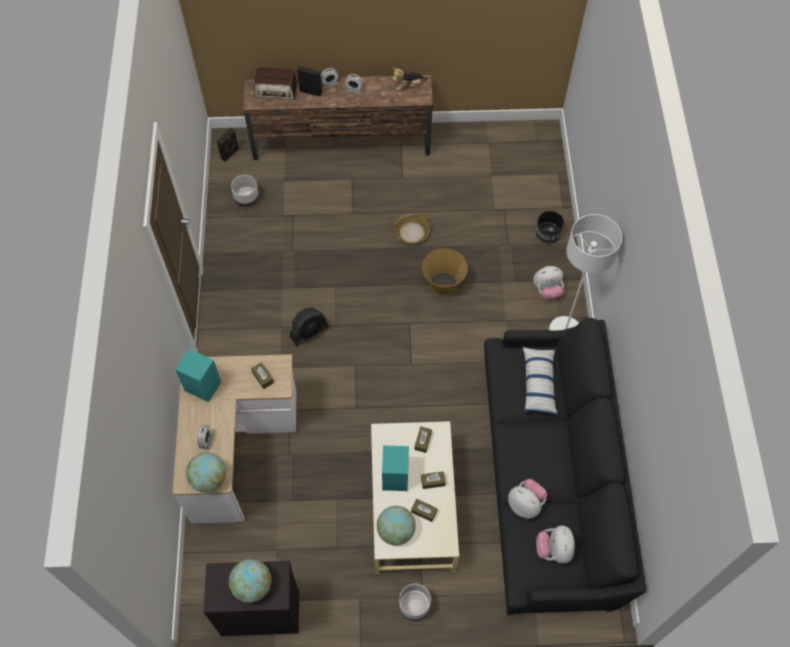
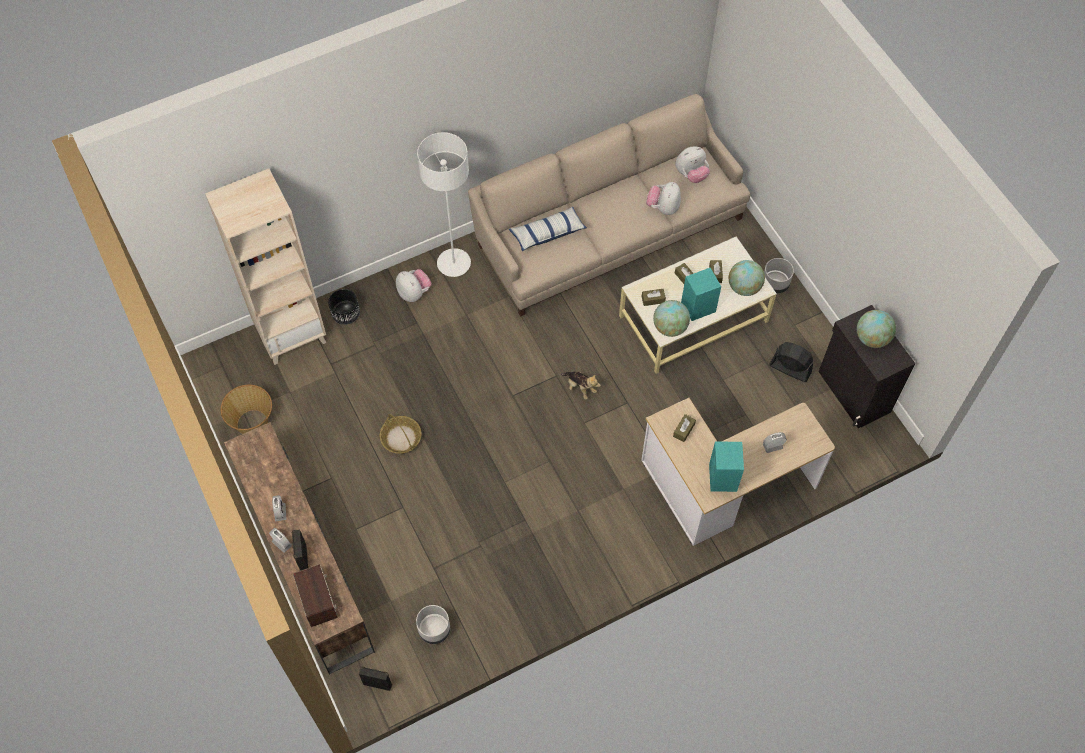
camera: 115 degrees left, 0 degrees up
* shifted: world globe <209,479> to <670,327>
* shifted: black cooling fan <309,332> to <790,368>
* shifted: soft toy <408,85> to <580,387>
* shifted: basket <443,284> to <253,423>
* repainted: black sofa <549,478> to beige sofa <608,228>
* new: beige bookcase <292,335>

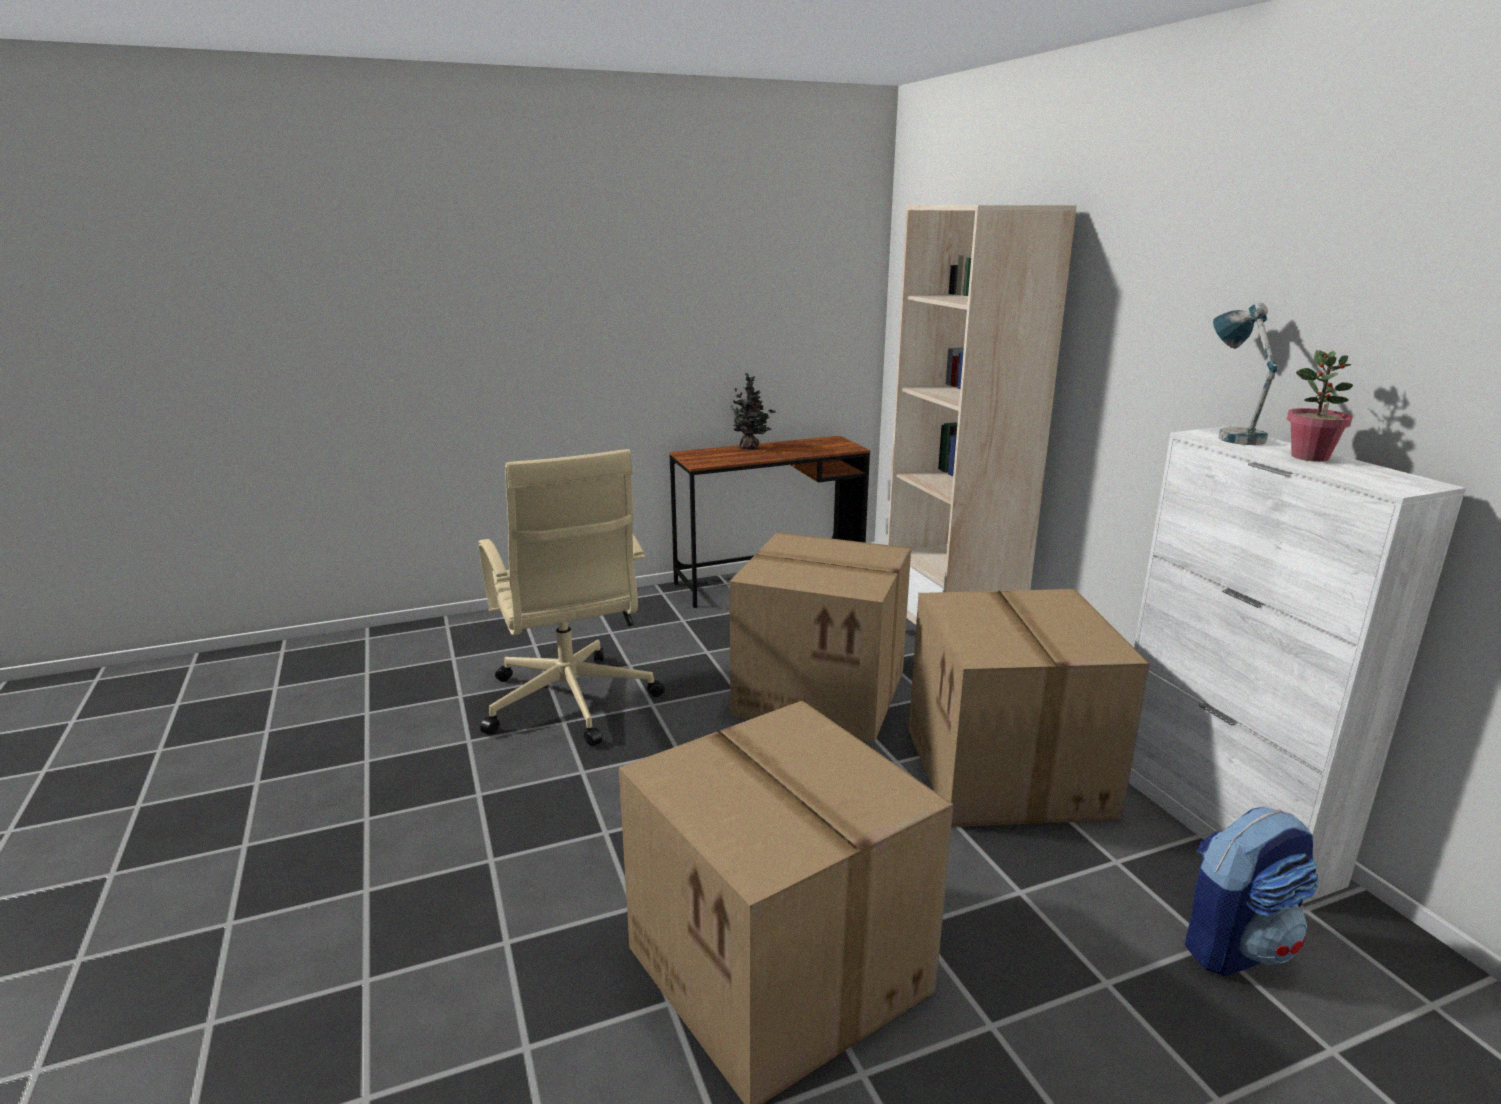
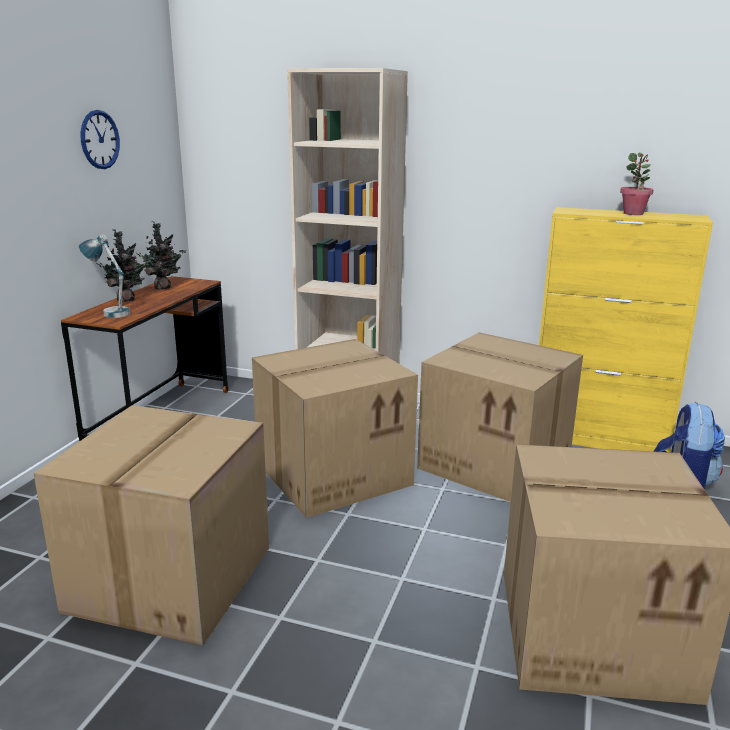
camera: 50 degrees left, 0 degrees up
* swapped: beige desk chair <570,704> to carton <172,580>
* repainted: whitish cabinet <1220,824> to yellow cabinet <598,439>
* shifted: table lamp <1231,435> to <110,312>
* new: wall clock <99,139>
* new: plant in a pot <164,287>

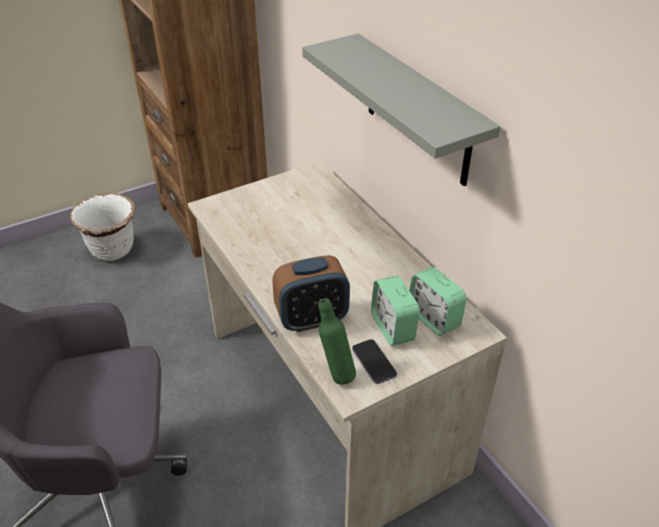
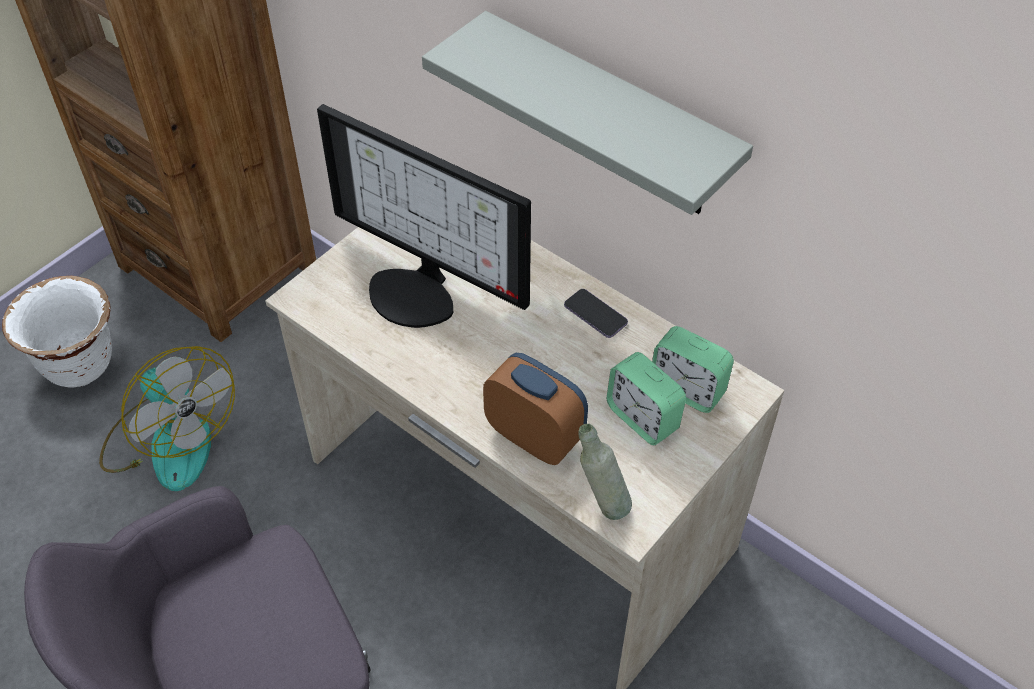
camera: 20 degrees left, 10 degrees up
* rotated: alarm clock <312,319> = <535,436> 105 degrees counterclockwise
* repainted: greenish bottle <336,373> to greyish bottle <601,504>
* shifted: phone <374,362> to <595,314>
* new: cooling fan <170,440>
* new: monitor <418,292>

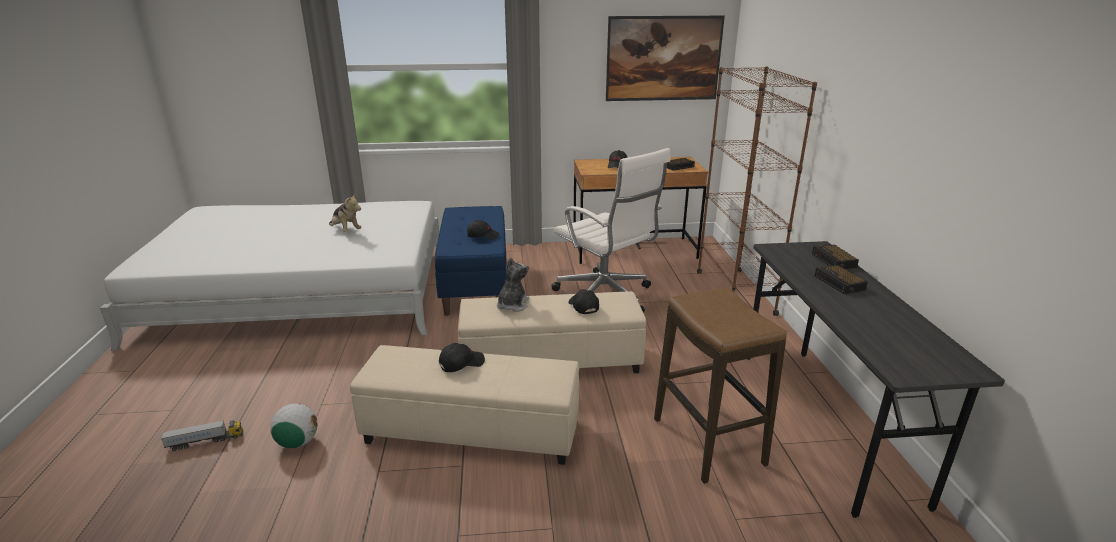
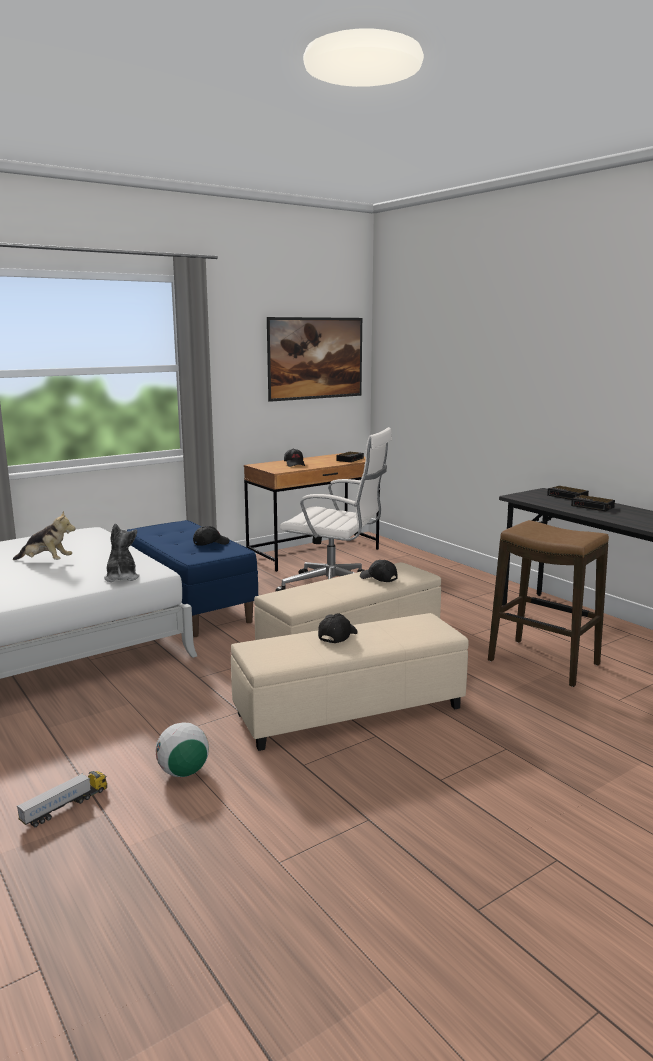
camera: 30 degrees left, 10 degrees down
* shifted: soft toy <512,305> to <121,577>
* gone: brown bookcase <734,292>

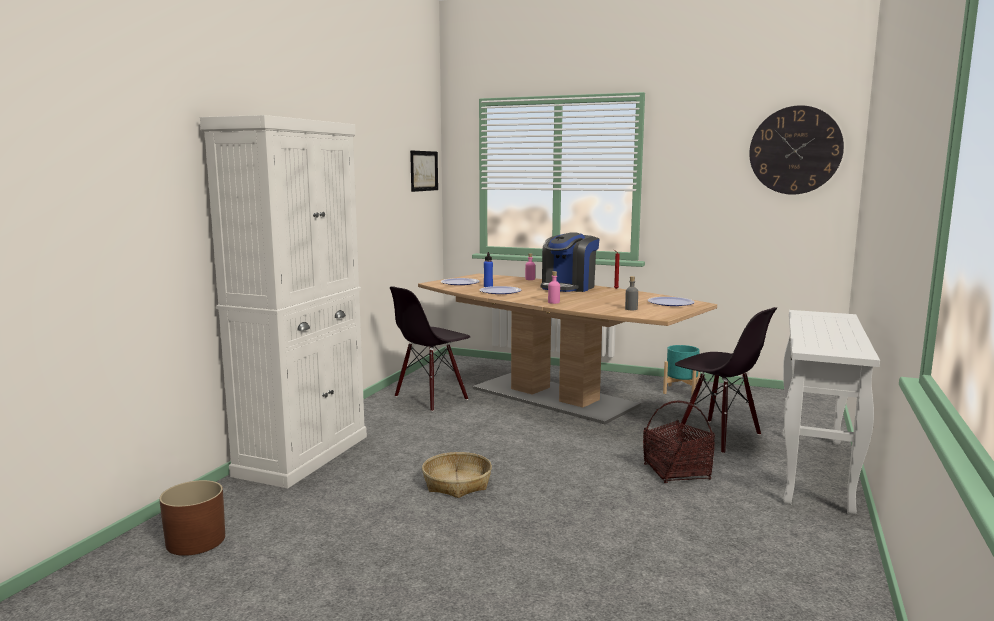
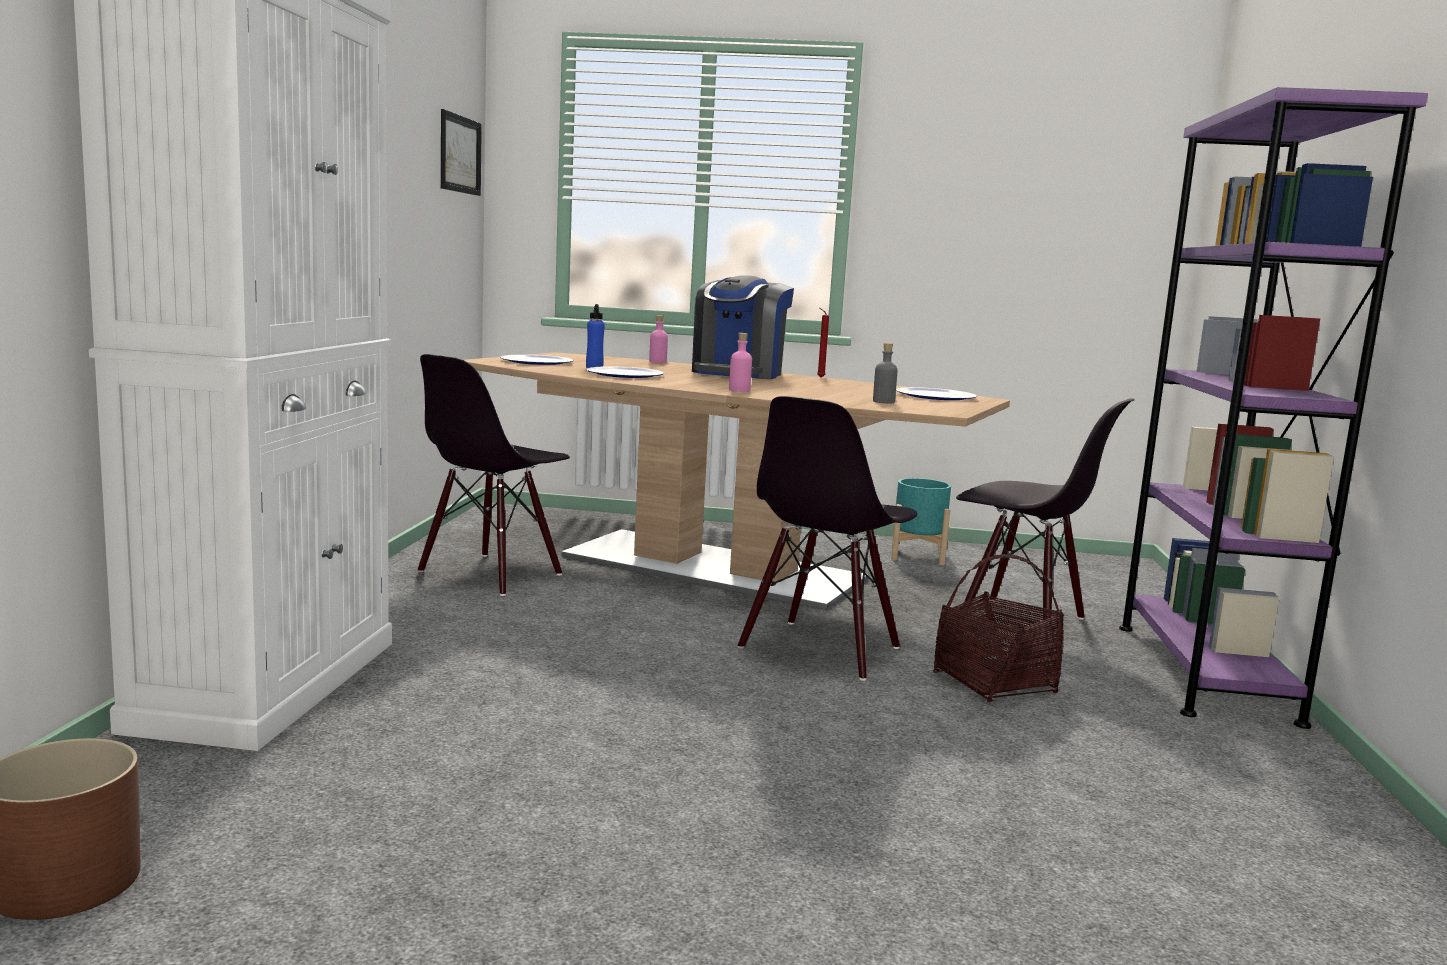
camera: 15 degrees left, 0 degrees up
* gone: basket <457,483>
* gone: wall clock <795,150>
* swapped: whitish console table <815,471> to purple bookcase <1204,672>
* new: black plain chair <821,649>

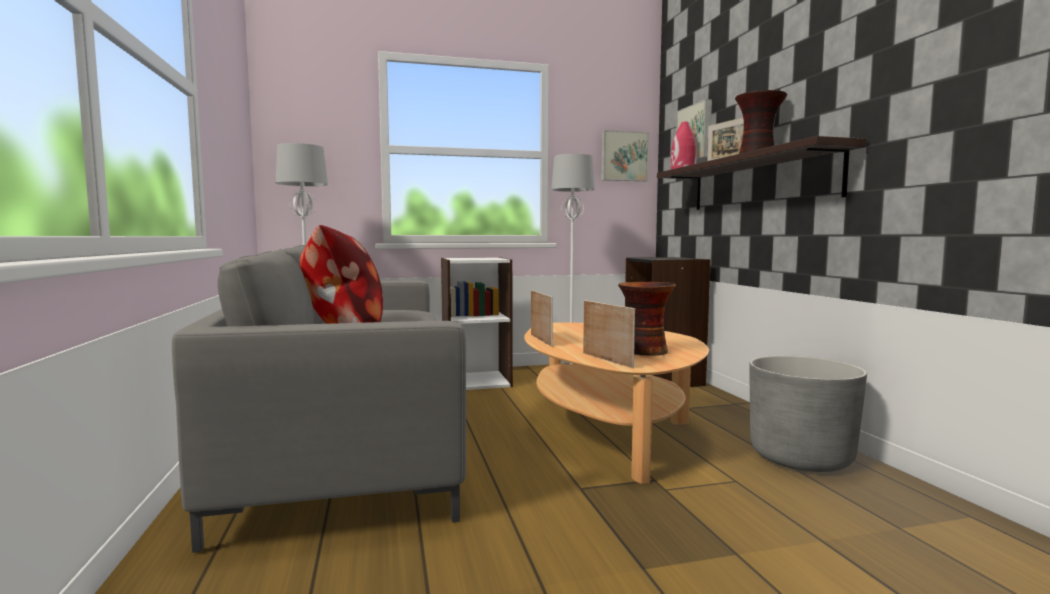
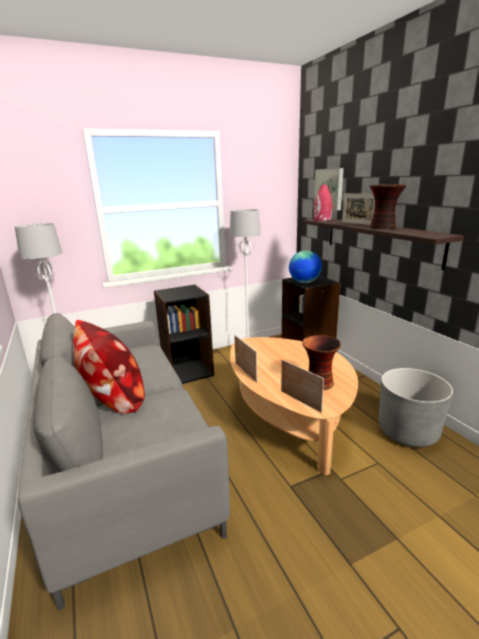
camera: 10 degrees left, 15 degrees up
* repainted: whitish bookcase <476,381> to black bookcase <187,371>
* gone: wall art <623,156>
* new: world globe <304,282>

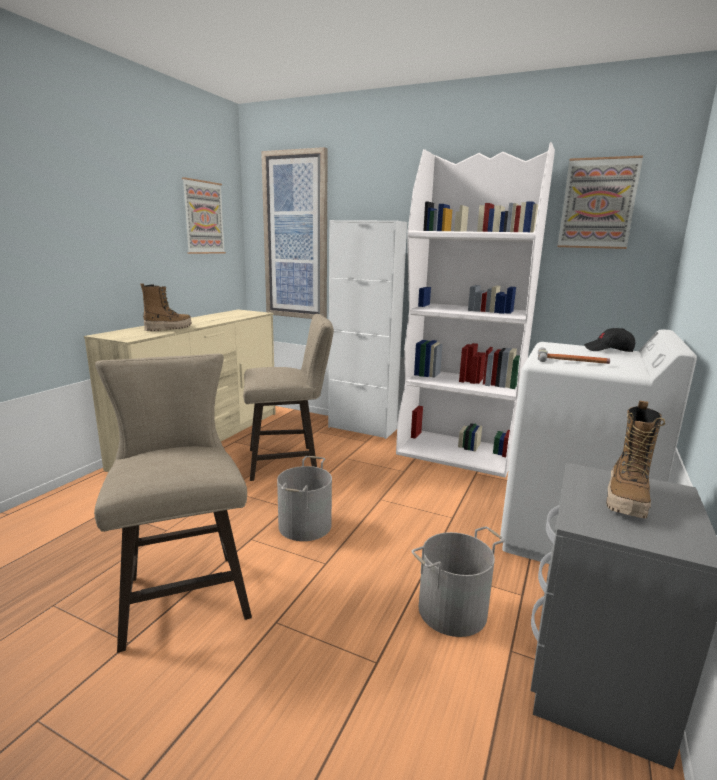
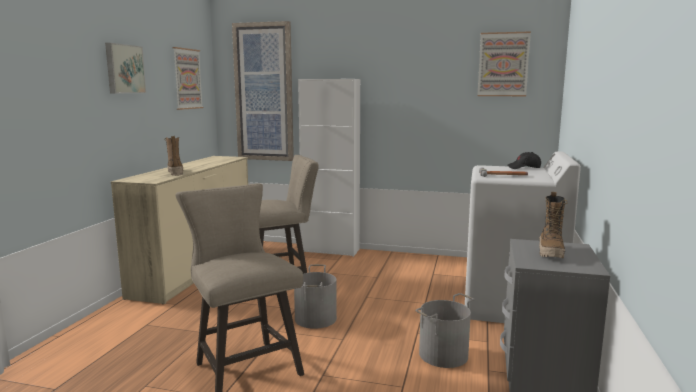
camera: 10 degrees left, 5 degrees down
* rotated: high-top boot <168,328> = <175,172> 60 degrees counterclockwise
* gone: whitish bookcase <457,453>
* new: wall art <124,69>

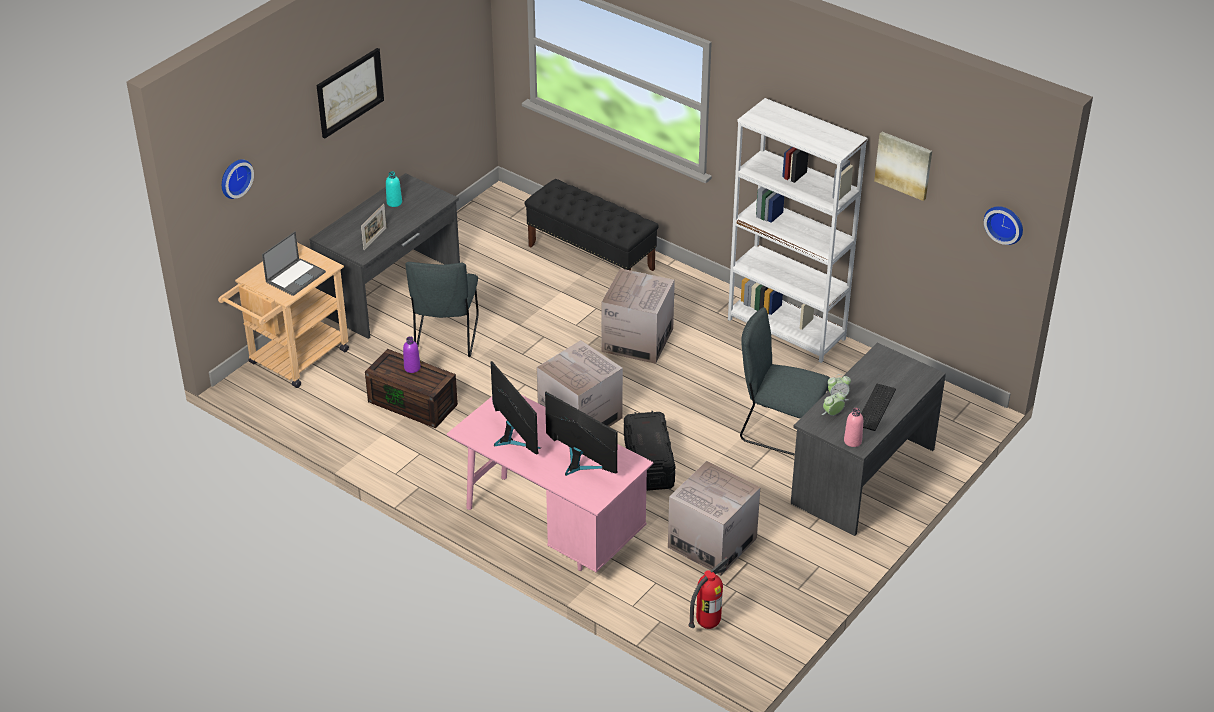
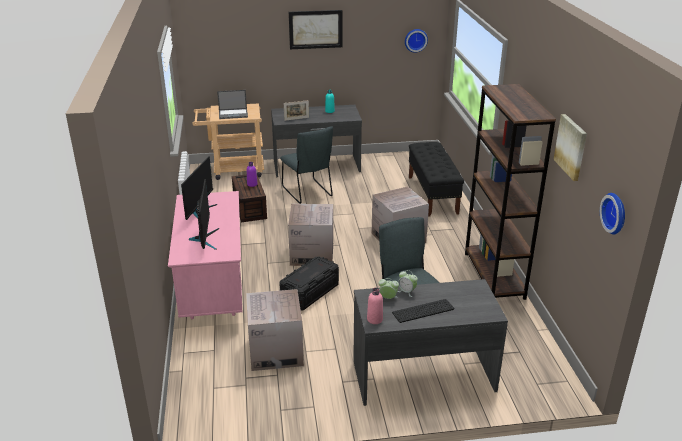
camera: 45 degrees right, 10 degrees down
* shifted: wall clock <234,177> to <415,40>
* rotated: greyish plain chair <446,338> = <308,192> 75 degrees counterclockwise
* gone: extinguisher <707,623>
* repainted: whitish bookcase <786,329> to brown bookcase <494,275>

